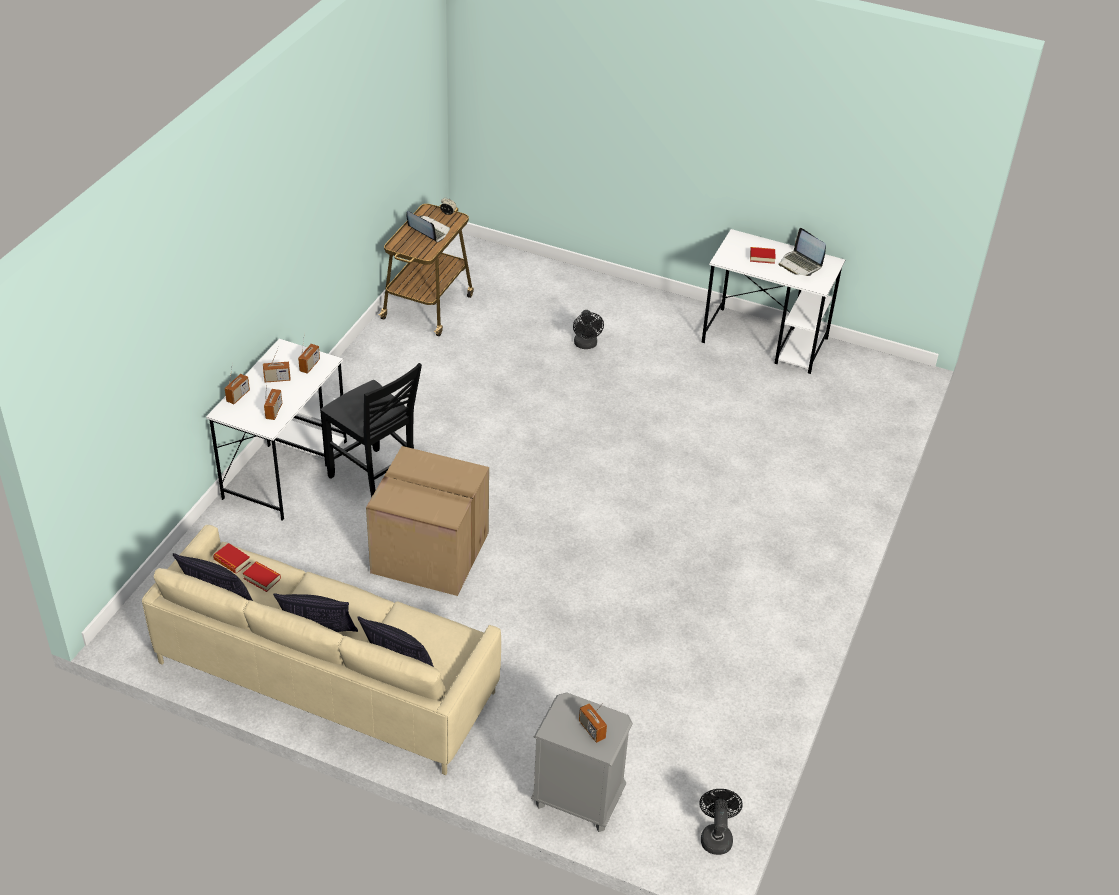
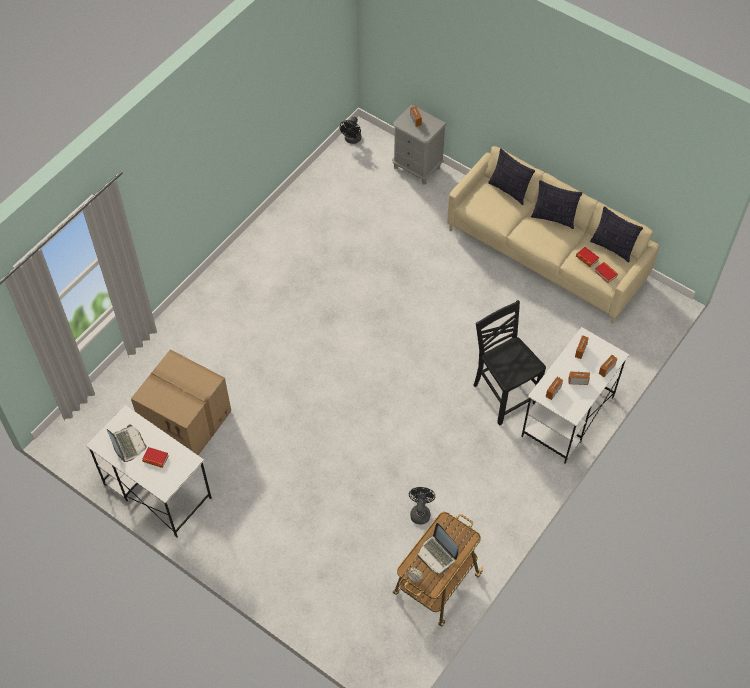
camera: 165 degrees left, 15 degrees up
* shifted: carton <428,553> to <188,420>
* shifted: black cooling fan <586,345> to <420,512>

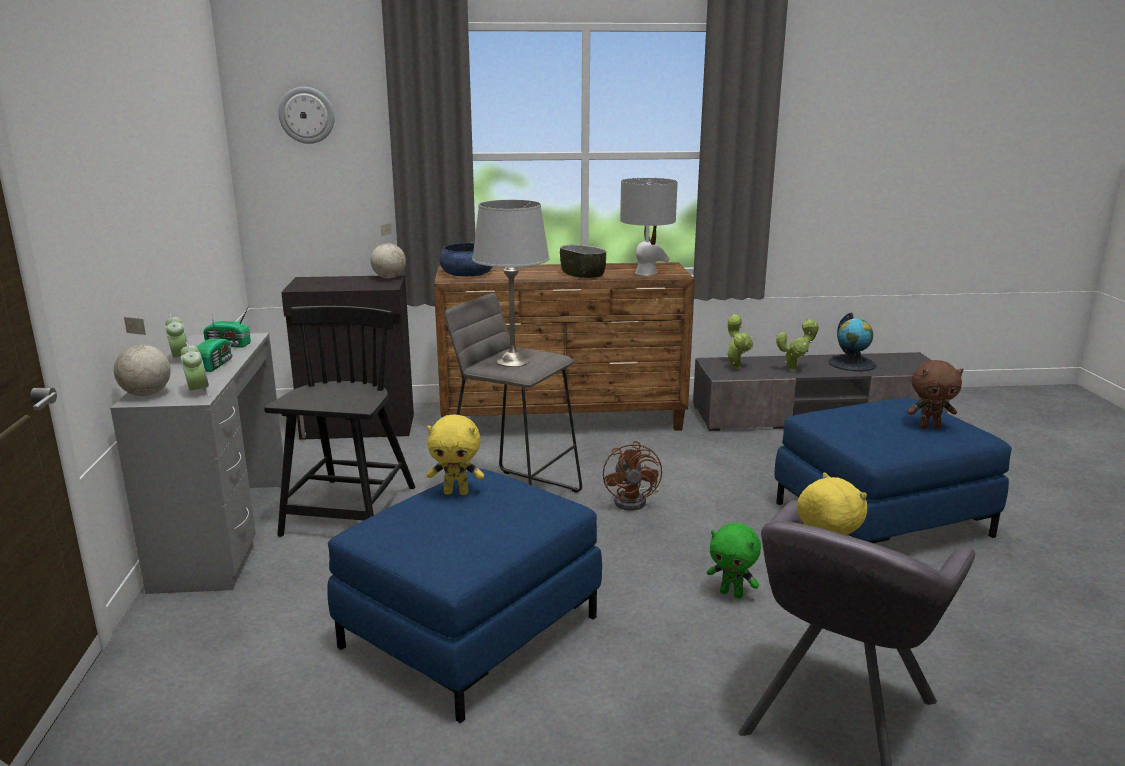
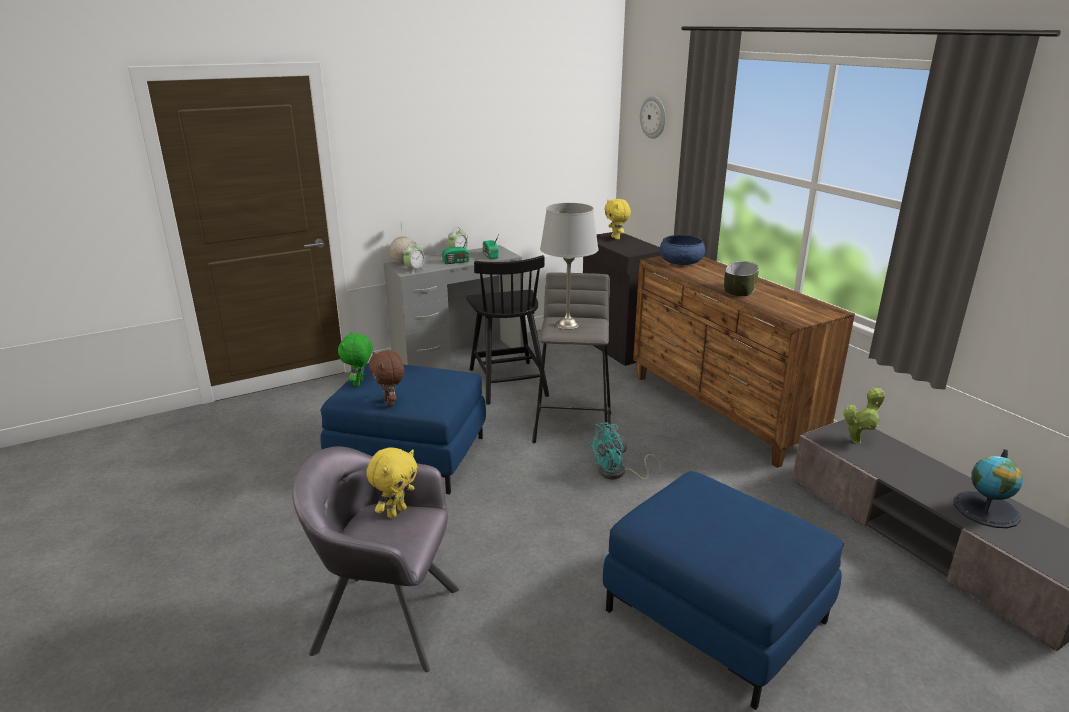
camera: 65 degrees right, 5 degrees up
* rotated: black plain chair <350,512> = <507,381> 90 degrees clockwise
* gone: world globe <388,278>
* shifted: yellow soft toy <456,492> to <616,238>
* repainted: brown cooling fan <635,501> to blue-green cooling fan <617,474>
* gone: greyish table lamp <646,273>
* shifted: greenish soft toy <732,593> to <359,383>
* gone: plant in a pot <794,370>
* shifted: brown soft toy <929,426> to <390,403>

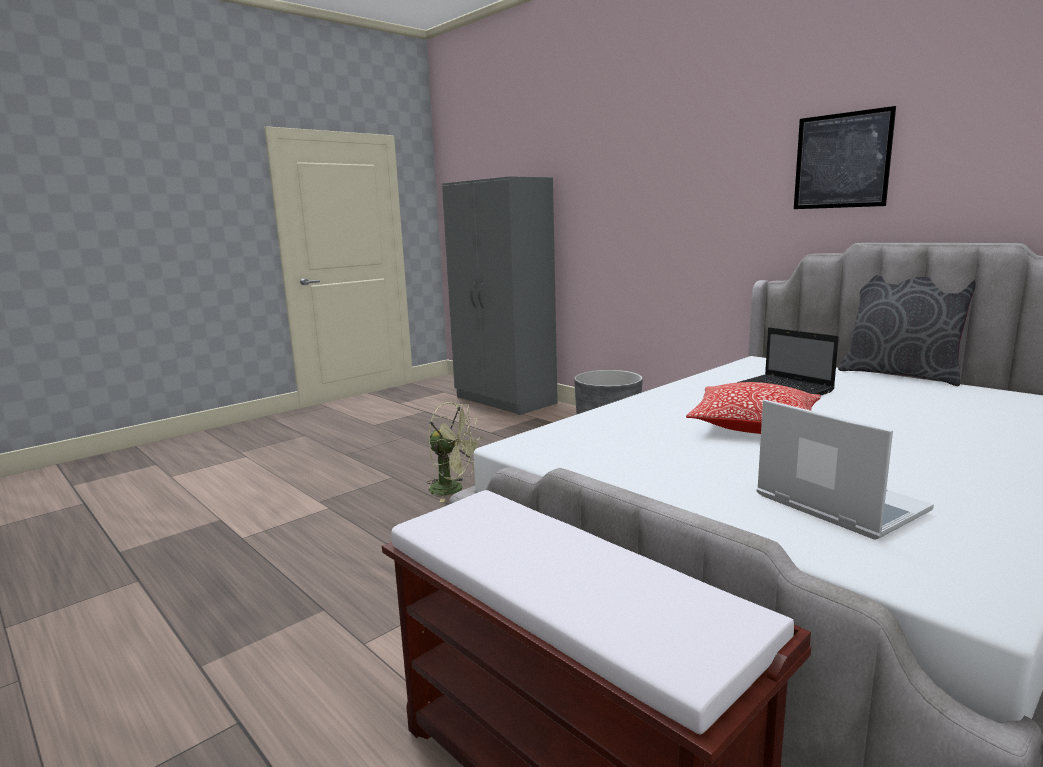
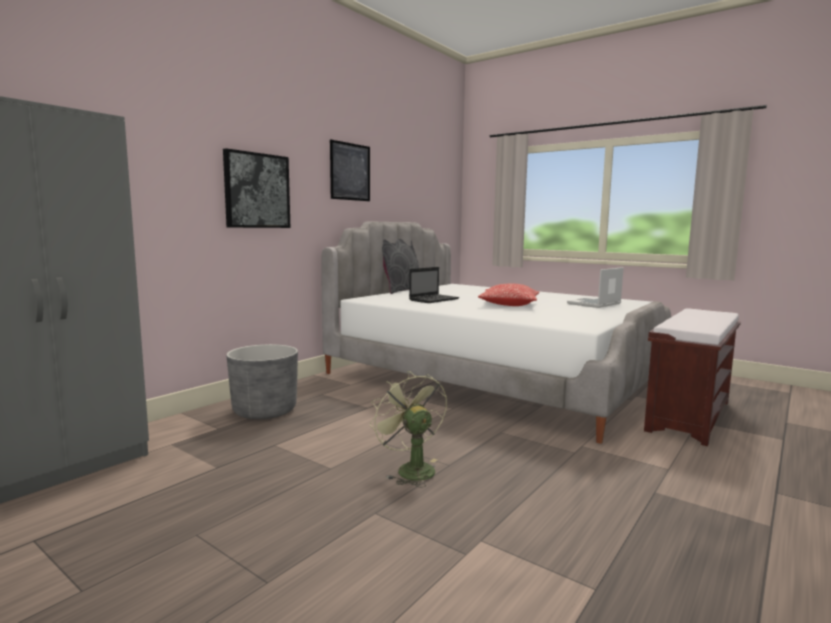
camera: 100 degrees left, 5 degrees down
* rotated: greenish cooling fan <453,490> = <410,469> 45 degrees counterclockwise
* new: wall art <257,191>

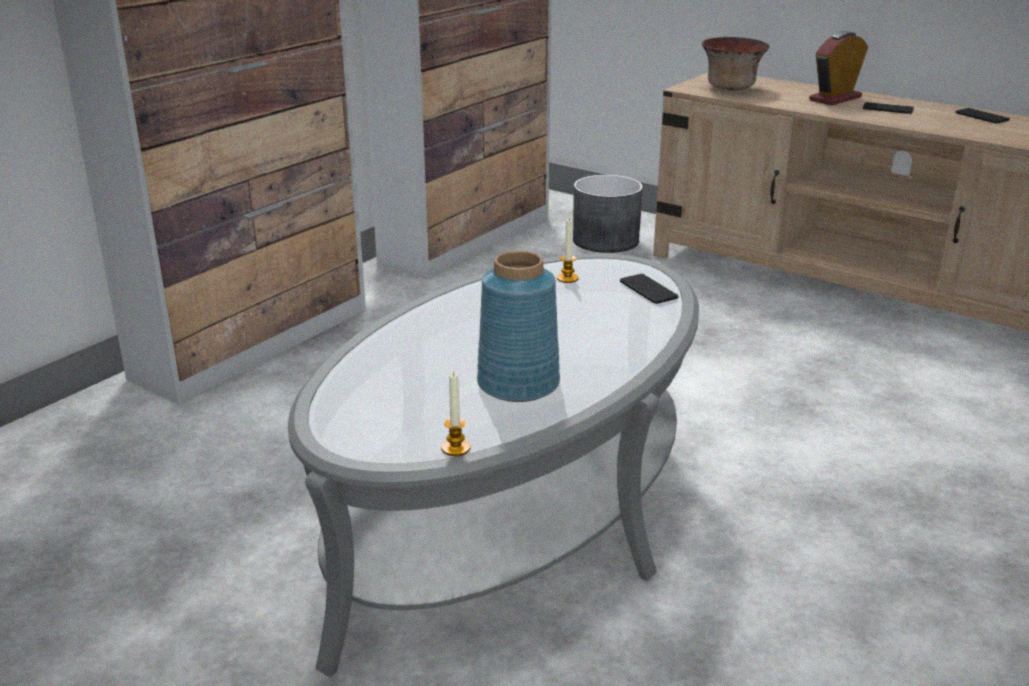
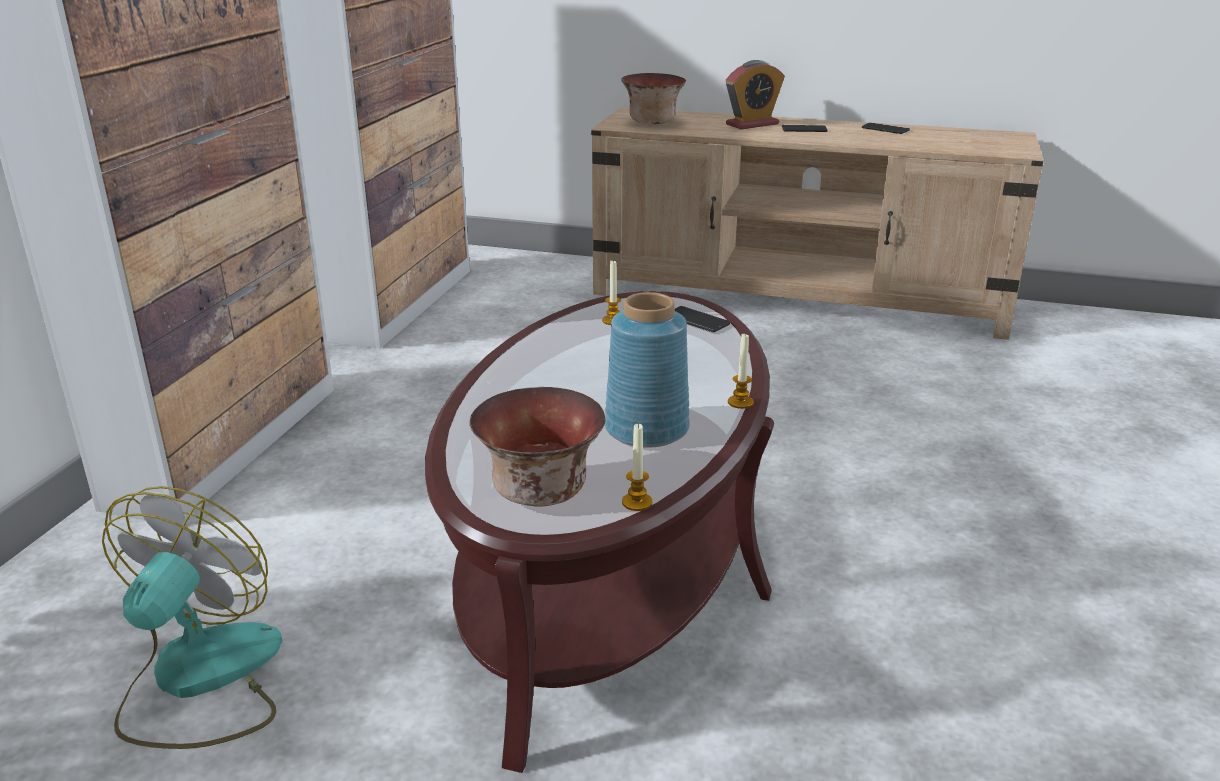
camera: 20 degrees left, 0 degrees up
* repainted: greyish low table <514,515> to brown low table <610,567>
* gone: greyish plant pot <606,241>
* rotated: alarm clock <835,98> = <752,124> 150 degrees counterclockwise
* new: cooling fan <199,680>
* new: bowl <542,491>
* new: wax light <740,402>

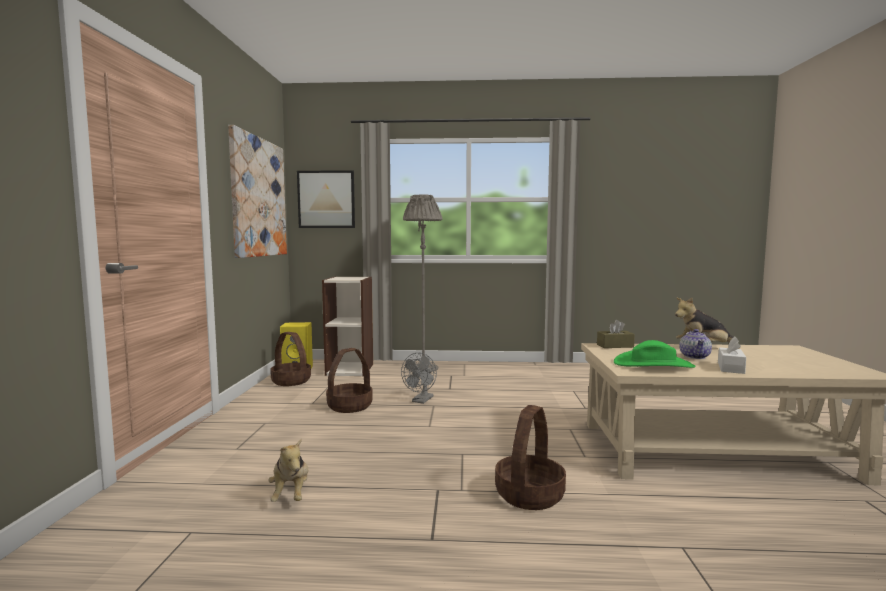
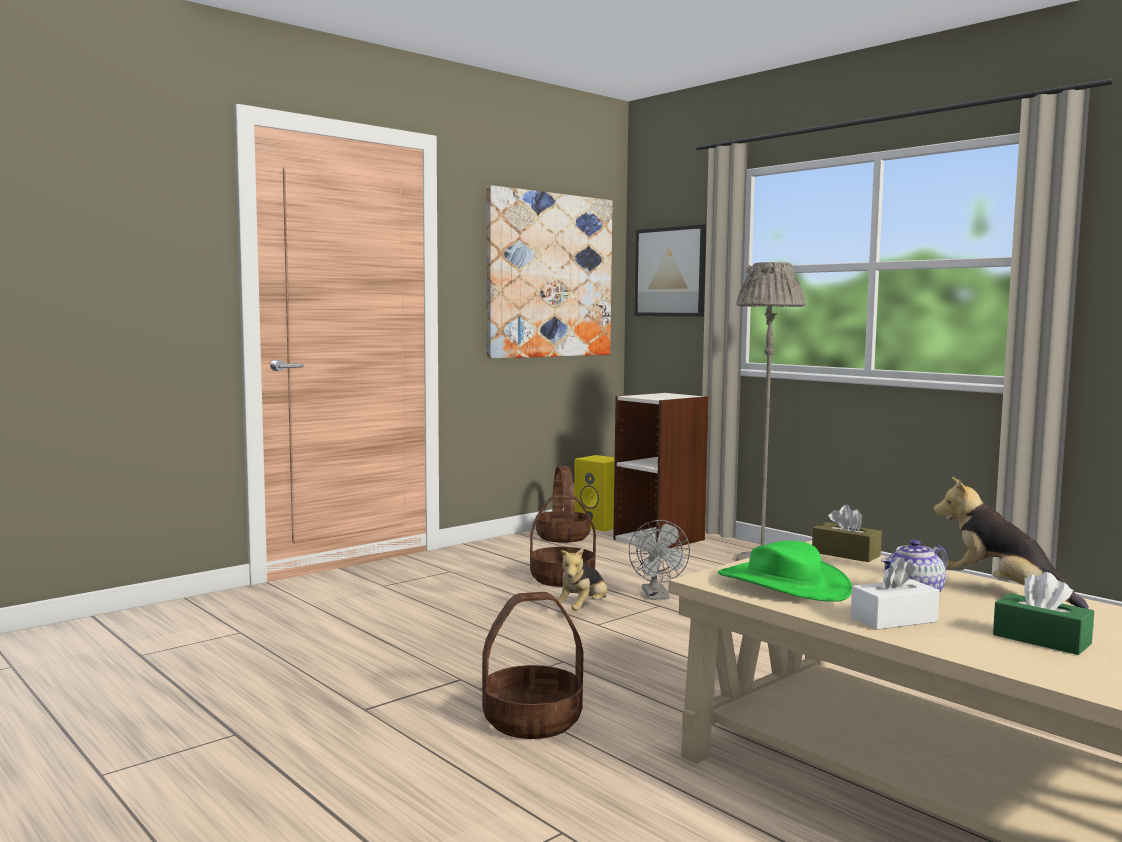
camera: 45 degrees right, 0 degrees up
* shifted: soft toy <291,494> to <583,609>
* rotated: greyish cooling fan <421,401> = <657,596> 75 degrees counterclockwise
* new: greenish tissue box <1041,639>

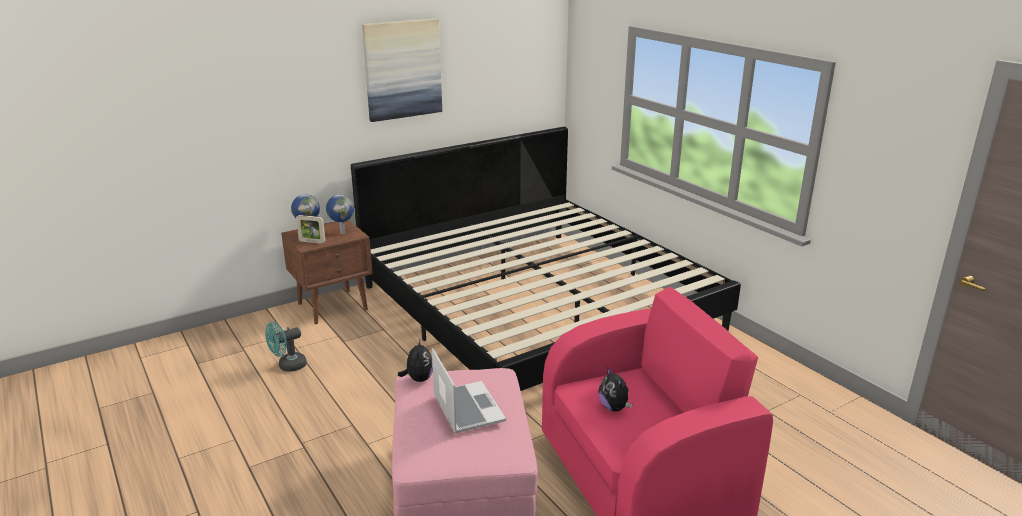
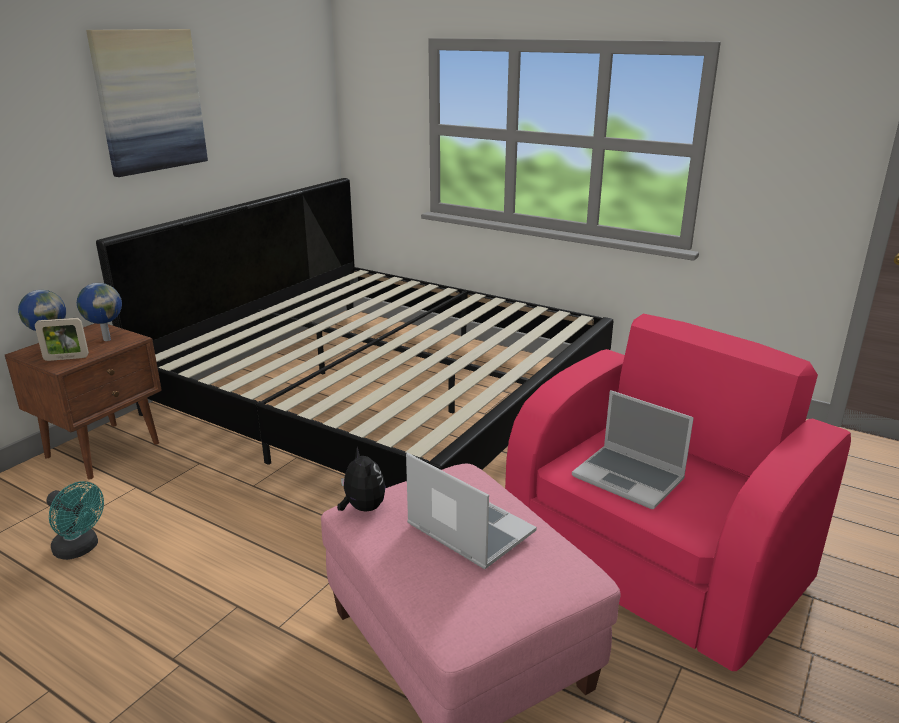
camera: 25 degrees left, 0 degrees up
* rotated: blue-green cooling fan <288,366> = <80,549> 90 degrees counterclockwise
* swapped: soft toy <614,408> to laptop <629,478>

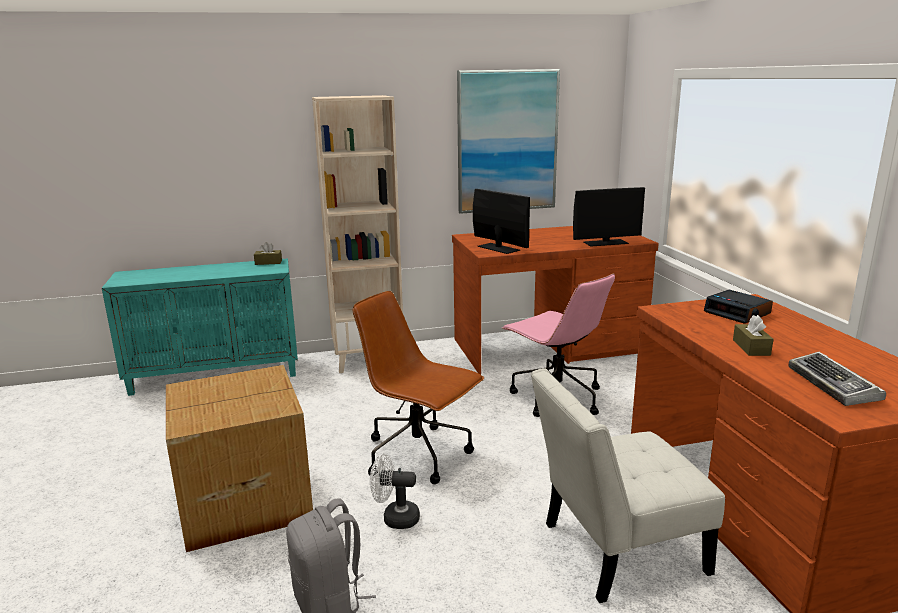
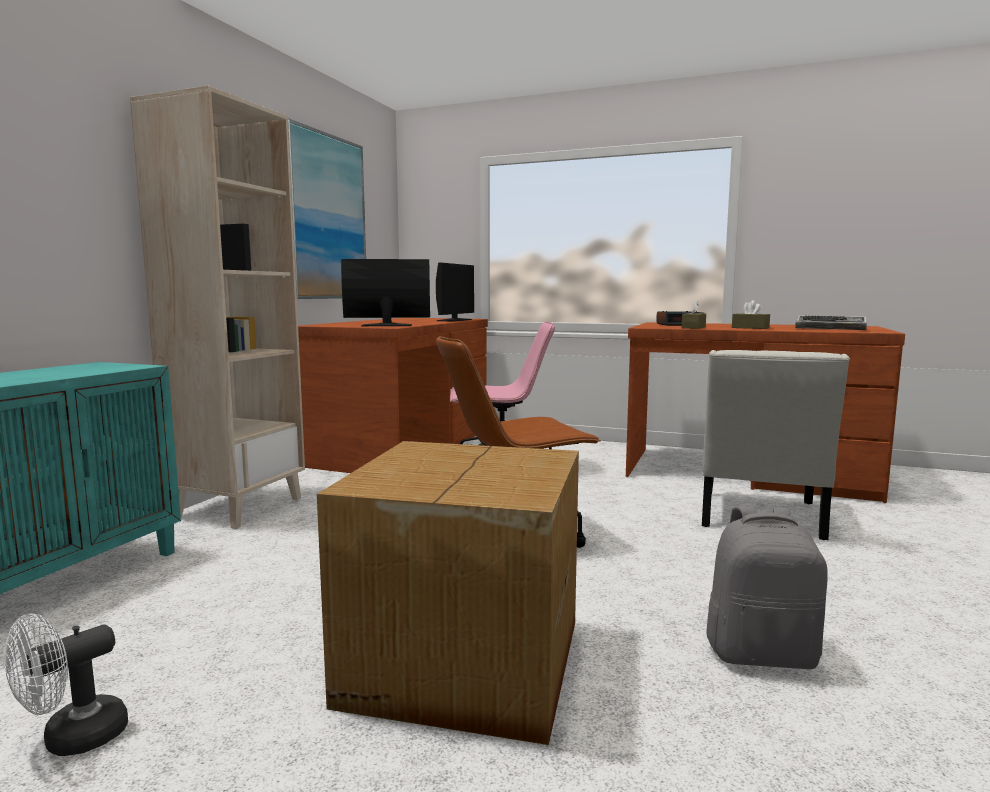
camera: 55 degrees left, 10 degrees down
* shifted: brown tissue box <268,262> to <693,327>
* shifted: whitish cooling fan <395,518> to <72,739>

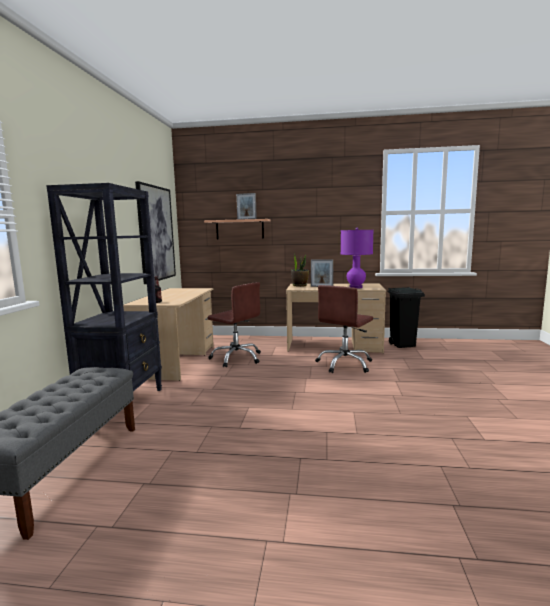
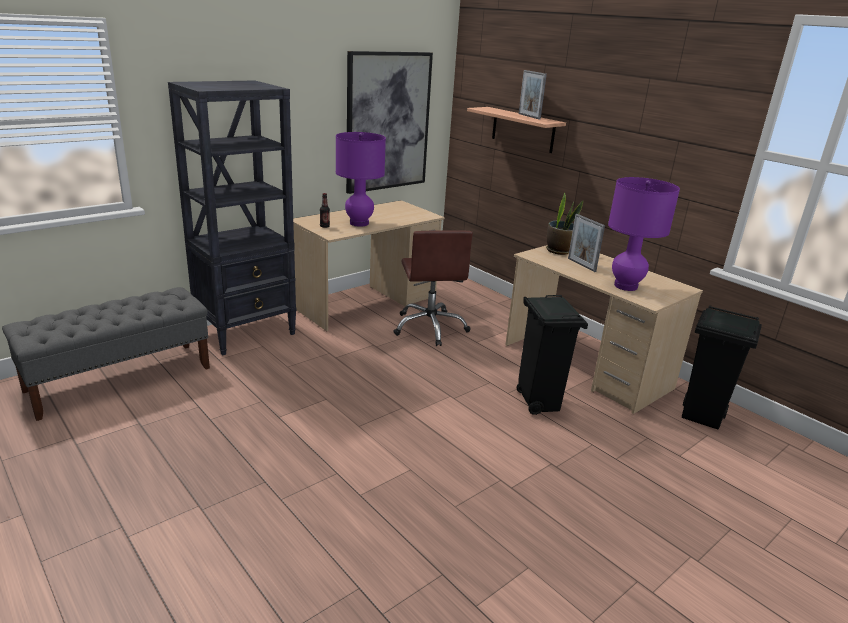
camera: 40 degrees right, 15 degrees up
* swapped: brown desk chair <345,364> to black rubbish bin <538,402>
* new: purple table lamp <359,223>

